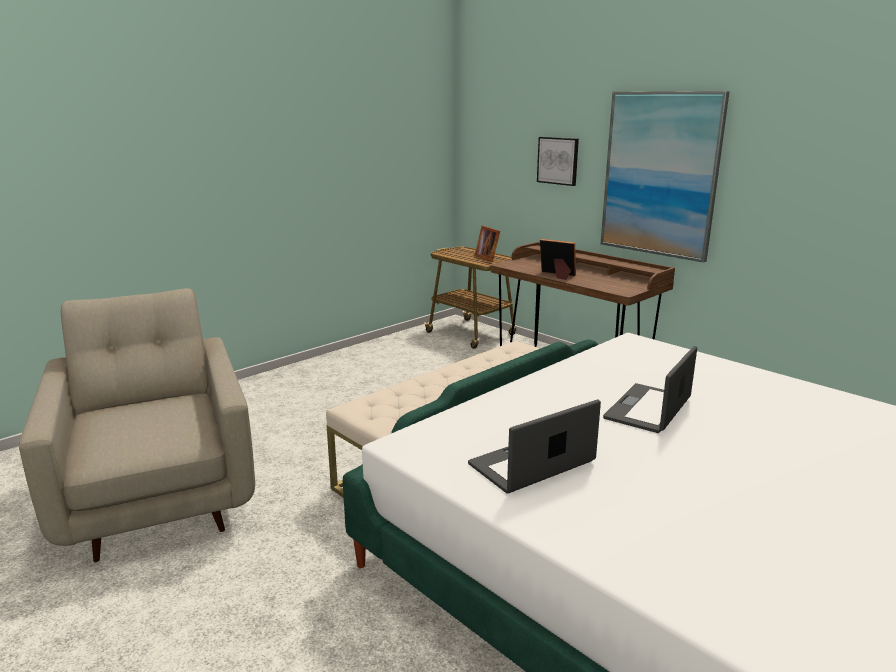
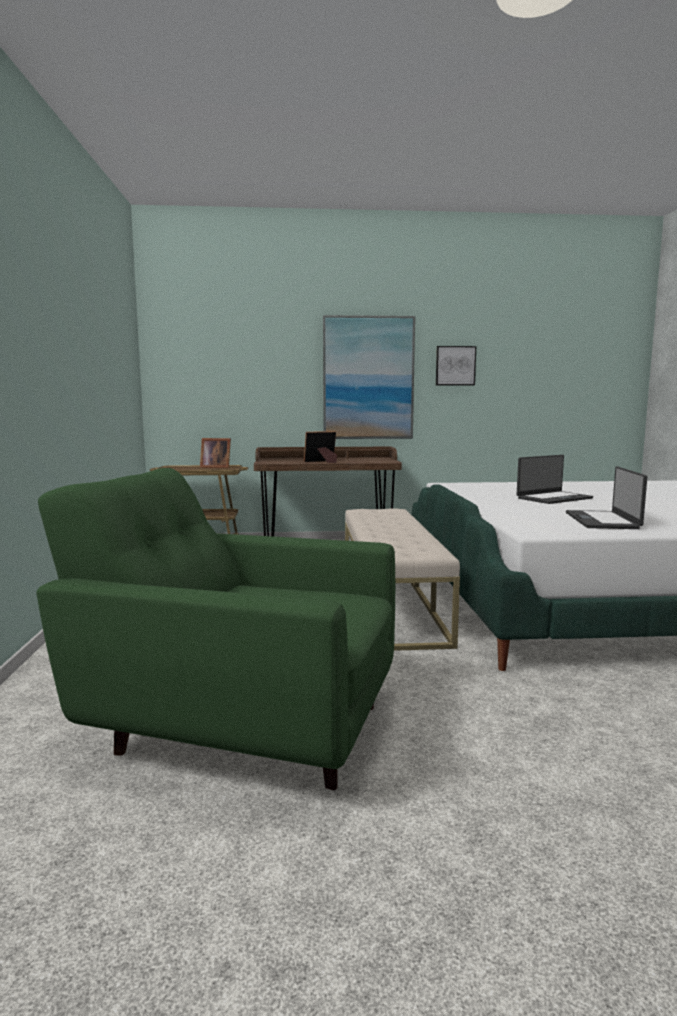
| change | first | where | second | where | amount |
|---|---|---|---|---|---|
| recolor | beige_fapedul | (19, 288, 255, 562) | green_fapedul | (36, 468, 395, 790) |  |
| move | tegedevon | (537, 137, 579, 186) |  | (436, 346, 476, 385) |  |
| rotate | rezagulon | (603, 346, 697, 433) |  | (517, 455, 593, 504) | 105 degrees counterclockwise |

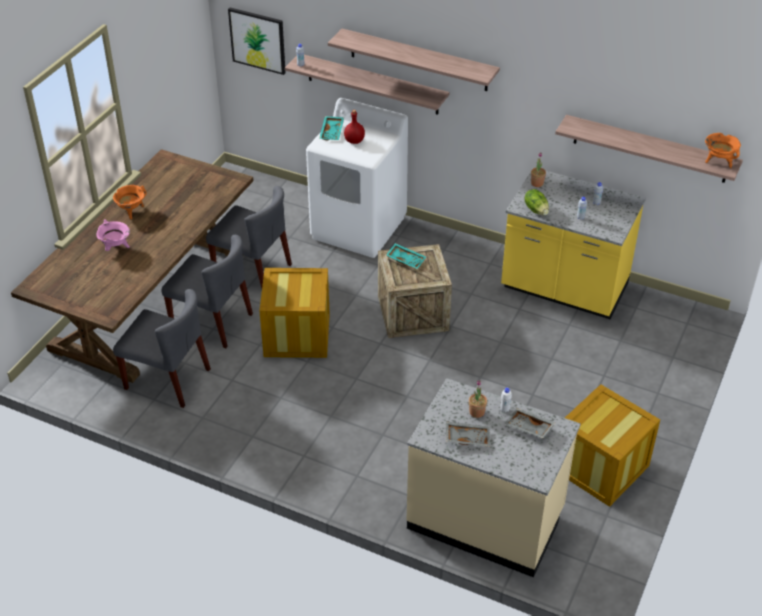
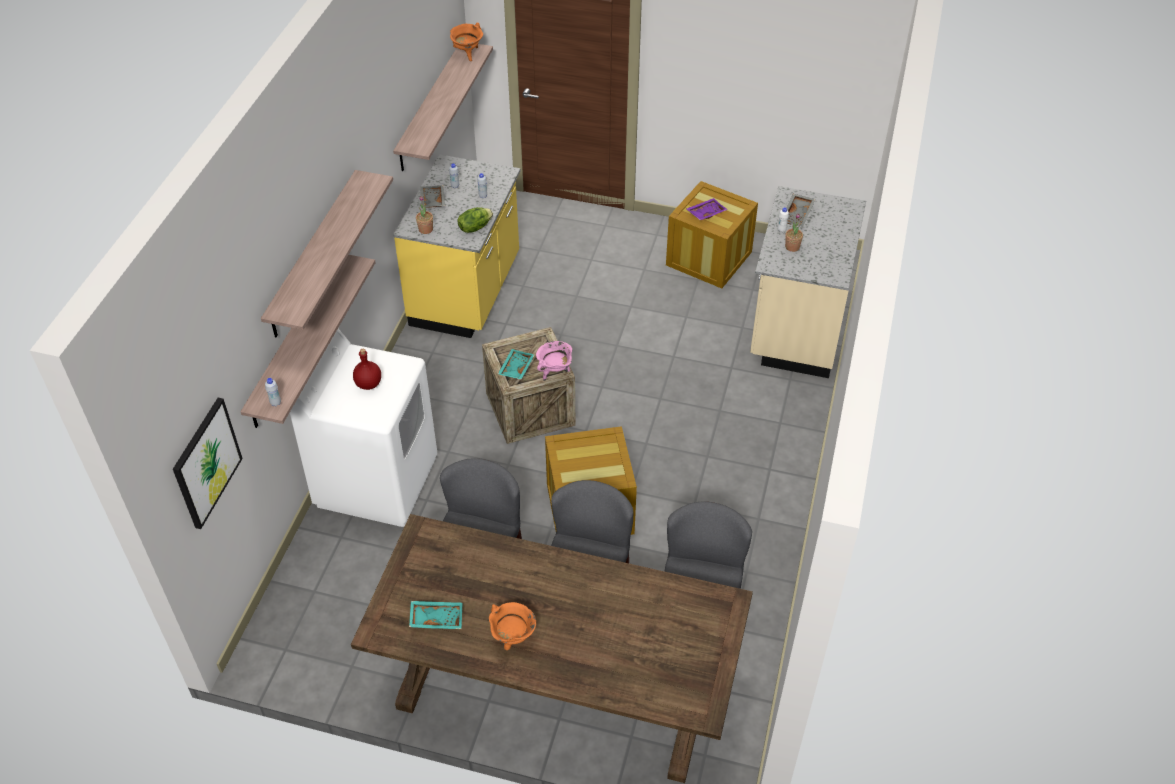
| change | first | where | second | where | amount |
|---|---|---|---|---|---|
| move | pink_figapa | (96, 219, 130, 251) |  | (536, 341, 572, 381) |  |
| move | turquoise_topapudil | (319, 116, 344, 140) |  | (409, 601, 463, 629) |  |
| move | grey_topapudil | (446, 422, 490, 447) |  | (420, 185, 445, 208) |  |
| insert |  |  | purple_topapudil | (686, 198, 728, 220) |  |

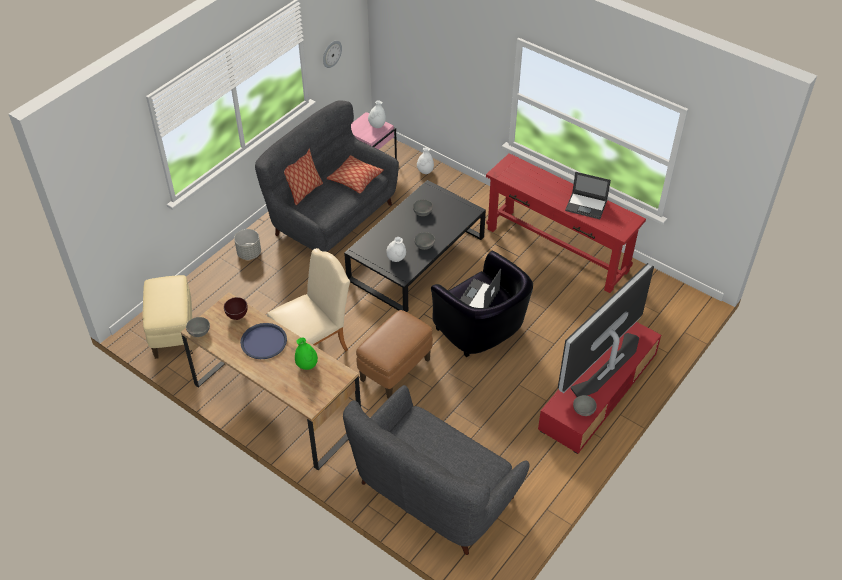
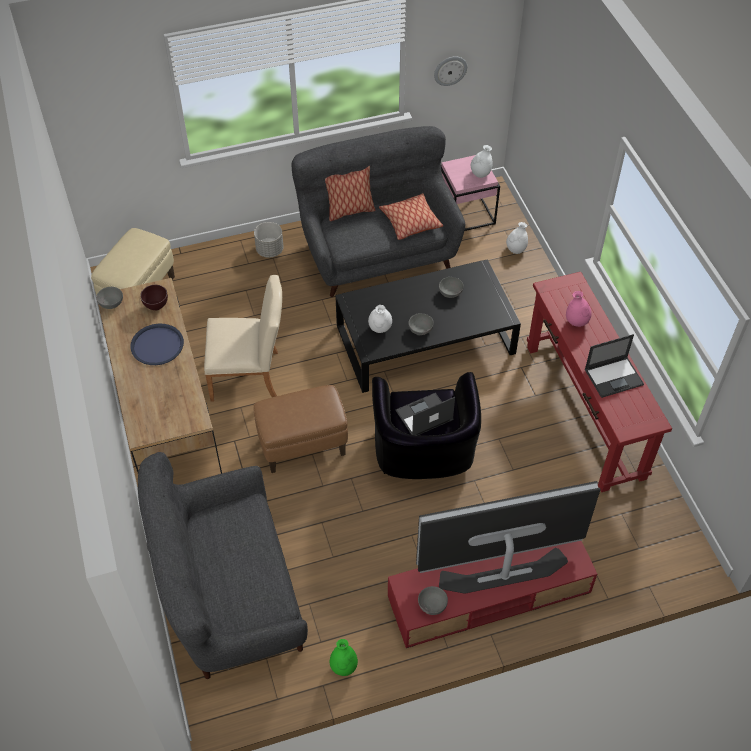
| change | first | where | second | where | amount |
|---|---|---|---|---|---|
| move | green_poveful | (295, 338, 318, 370) |  | (330, 639, 358, 676) |  |
| rotate | rezagulon | (565, 172, 611, 219) |  | (585, 334, 644, 398) | 75 degrees counterclockwise |
| insert |  |  | pink_poveful | (566, 291, 591, 327) |  |

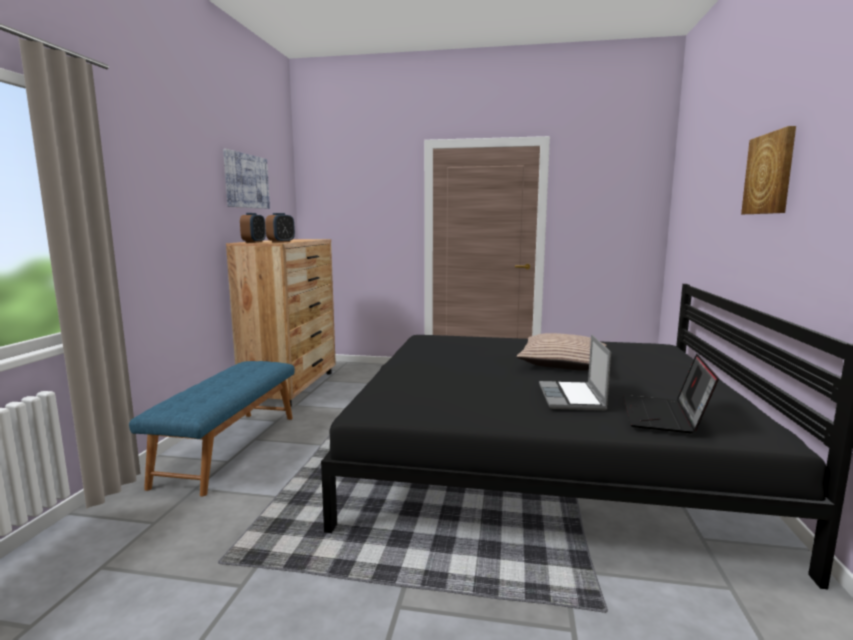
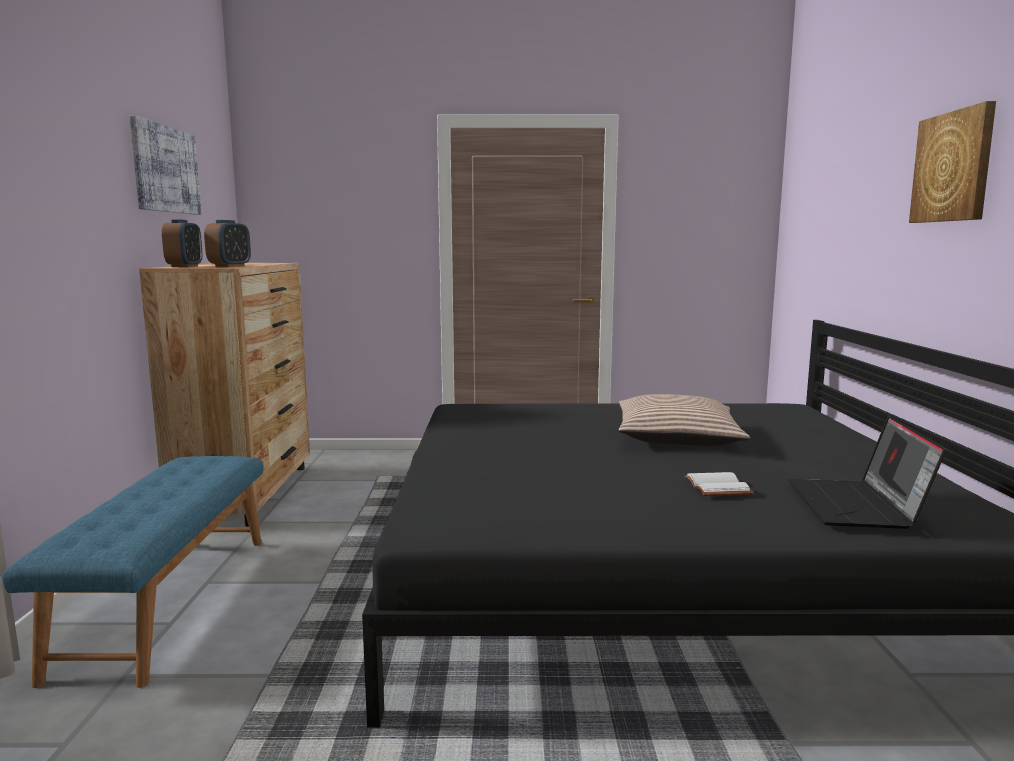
| change | first | where | second | where | amount |
|---|---|---|---|---|---|
| replace | rezagulon | (539, 335, 611, 410) | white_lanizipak | (684, 472, 753, 496) |  |

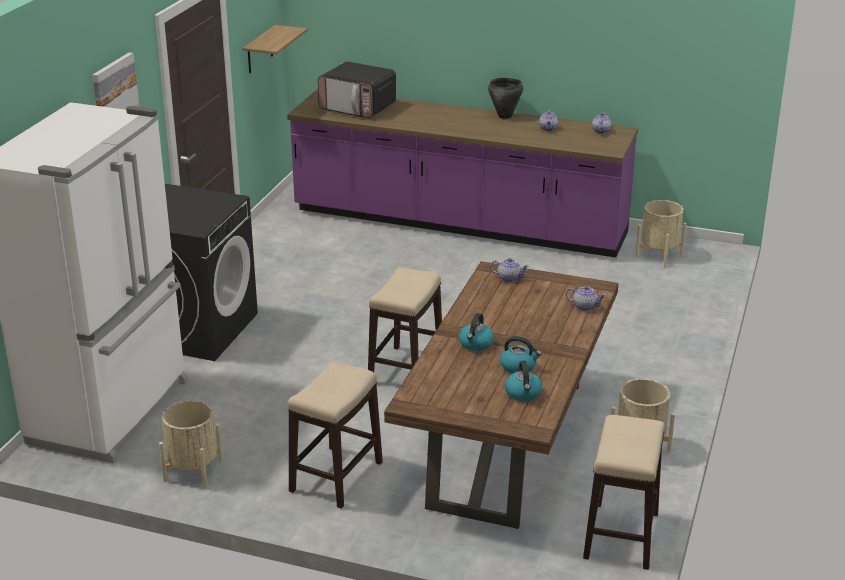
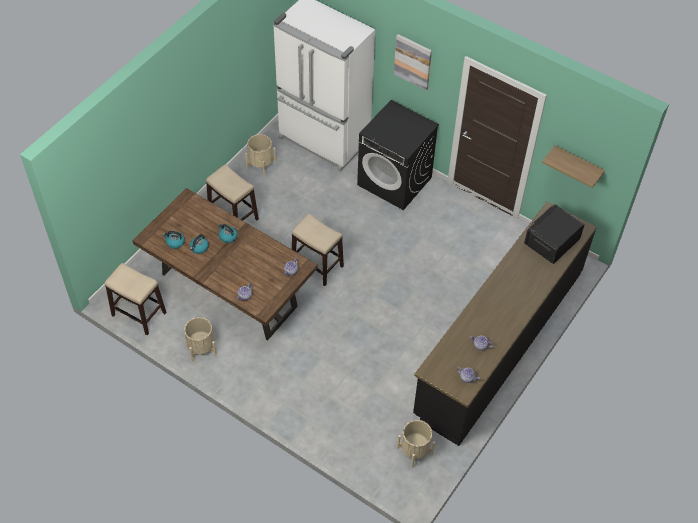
| change | first | where | second | where | amount |
|---|---|---|---|---|---|
| recolor | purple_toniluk | (287, 89, 638, 258) | black_toniluk | (413, 201, 597, 446) |  |
| delete | black_figapa | (488, 78, 523, 119) |  |  |  |

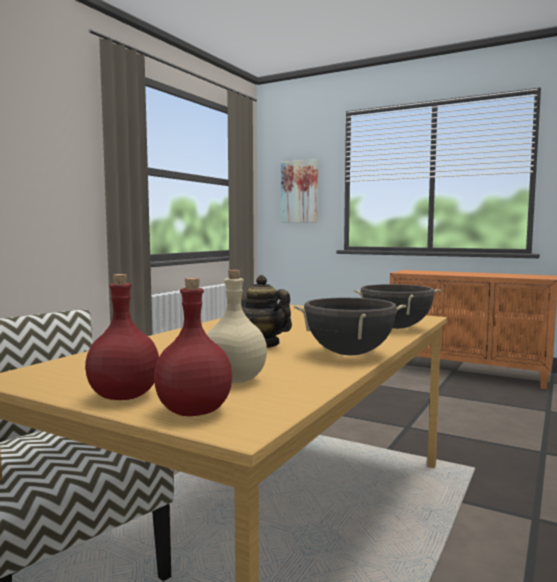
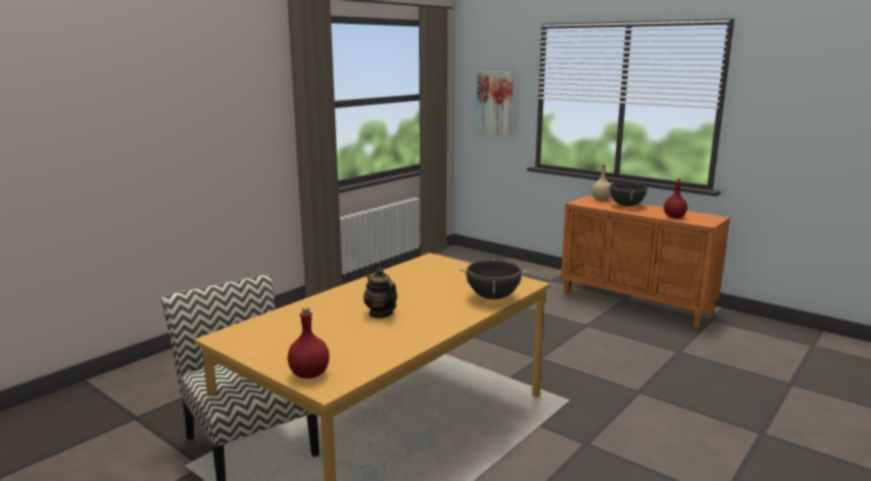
| change | first | where | second | where | amount |
|---|---|---|---|---|---|
| move | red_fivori | (85, 274, 159, 400) |  | (664, 179, 687, 218) |  |
| move | beige_fivori | (207, 270, 267, 384) |  | (592, 165, 611, 200) |  |
| move | black_figapa | (293, 298, 406, 355) |  | (605, 182, 652, 207) |  |

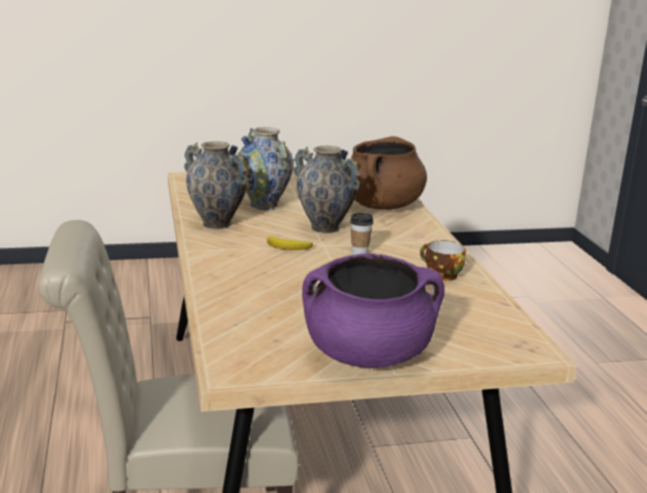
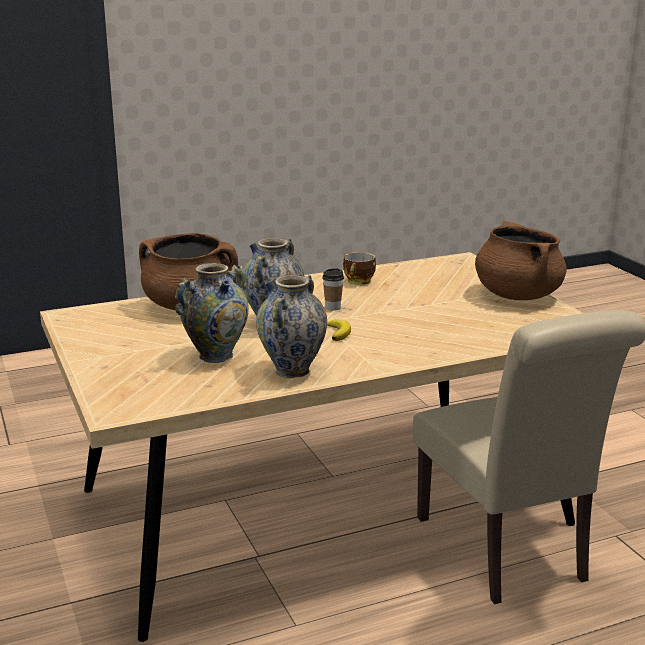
| change | first | where | second | where | amount |
|---|---|---|---|---|---|
| recolor | purple_figapa | (302, 253, 445, 368) | brown_figapa | (475, 221, 567, 300) |  |

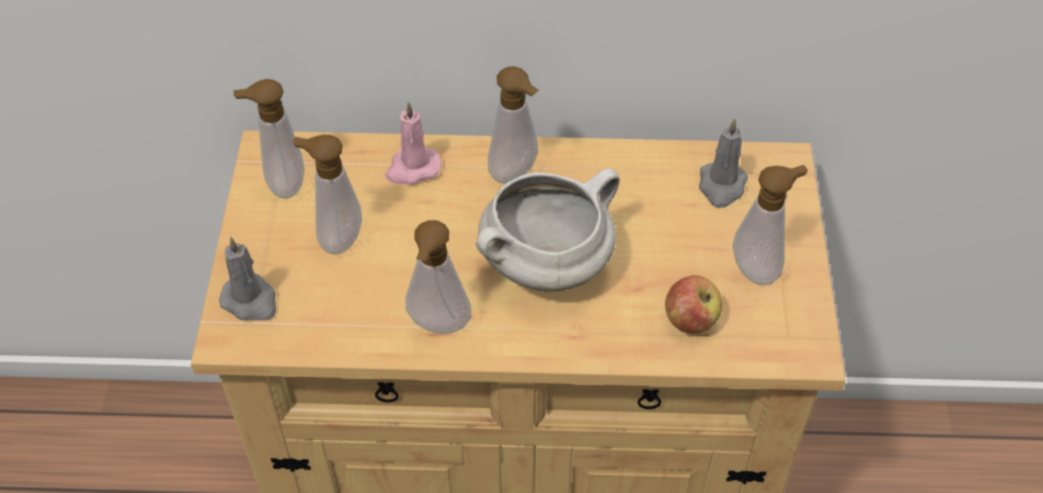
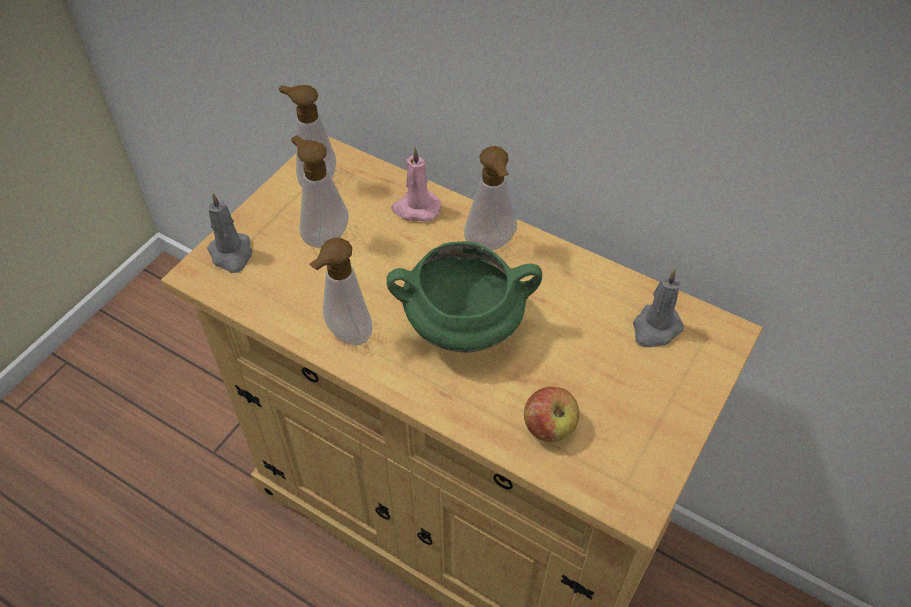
| change | first | where | second | where | amount |
|---|---|---|---|---|---|
| recolor | white_figapa | (476, 168, 620, 291) | green_figapa | (387, 241, 542, 353) |  |
| delete | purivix | (733, 165, 808, 285) |  |  |  |

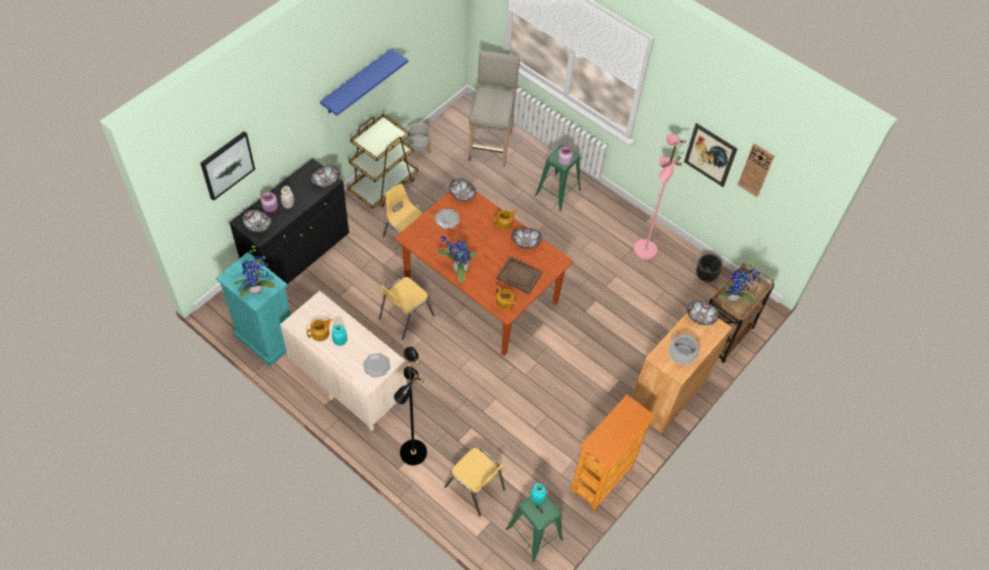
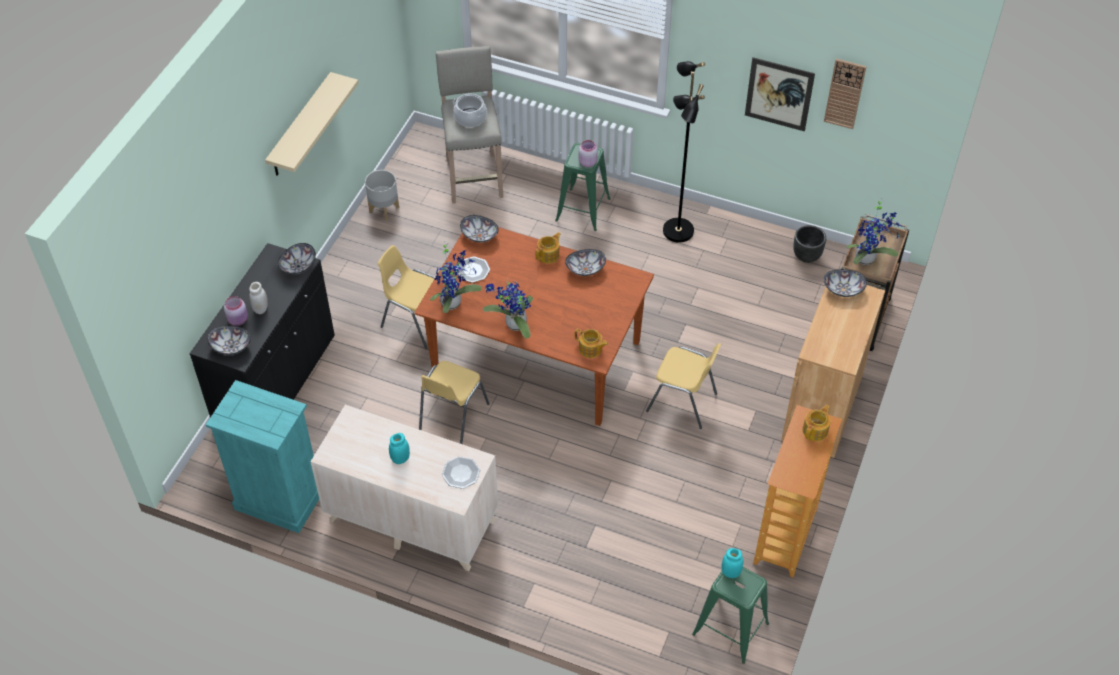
| change | first | where | second | where | amount |
|---|---|---|---|---|---|
| delete | tegedevon | (200, 131, 255, 201) |  |  |  |
| move | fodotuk | (234, 243, 275, 298) |  | (430, 241, 482, 313) |  |
| move | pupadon | (306, 319, 332, 341) |  | (802, 405, 831, 441) |  |
| recolor | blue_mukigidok | (320, 48, 408, 116) | beige_mukigidok | (265, 72, 359, 176) |  |
| delete | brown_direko | (347, 114, 418, 209) |  |  |  |
| move | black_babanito | (394, 346, 427, 465) |  | (663, 61, 705, 243) |  |
| move | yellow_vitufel | (445, 448, 505, 516) |  | (646, 343, 721, 429) |  |
| delete | brown_topapudil | (496, 256, 543, 294) |  |  |  |
| delete | pink_babanito | (634, 134, 686, 260) |  |  |  |
| move | figapa | (669, 334, 699, 365) |  | (453, 94, 487, 127) |  |

